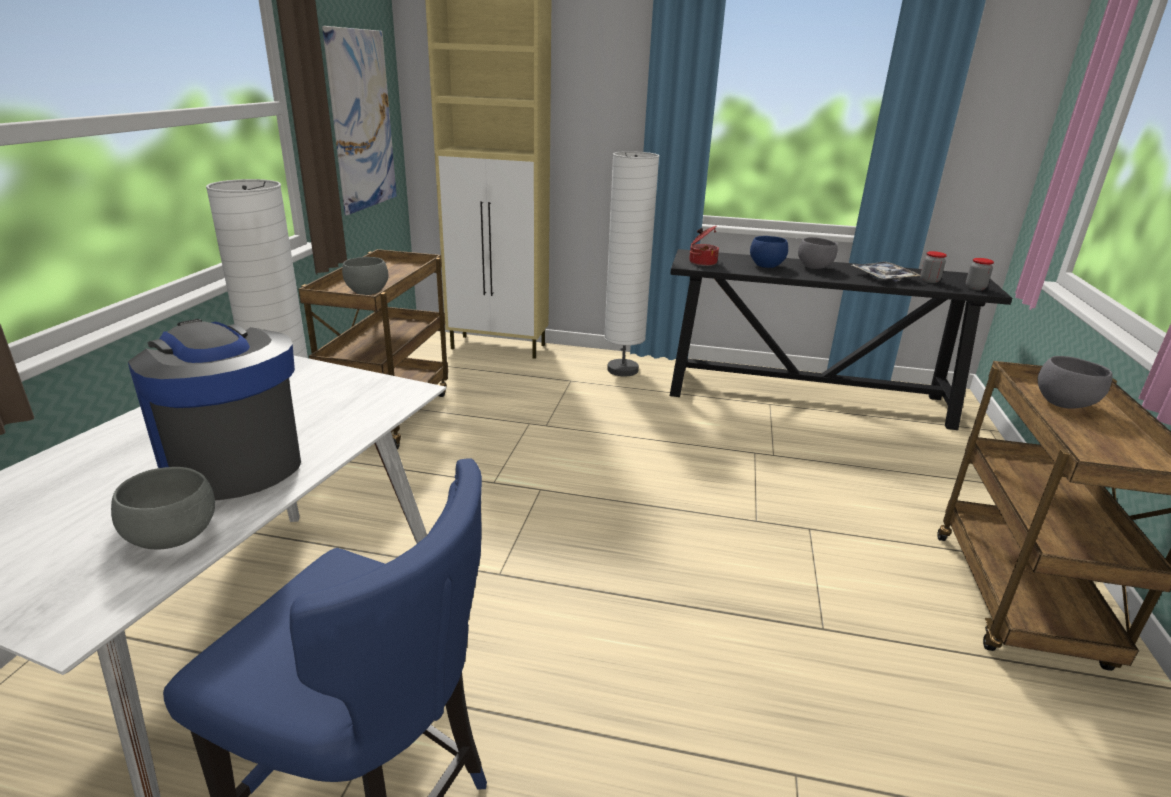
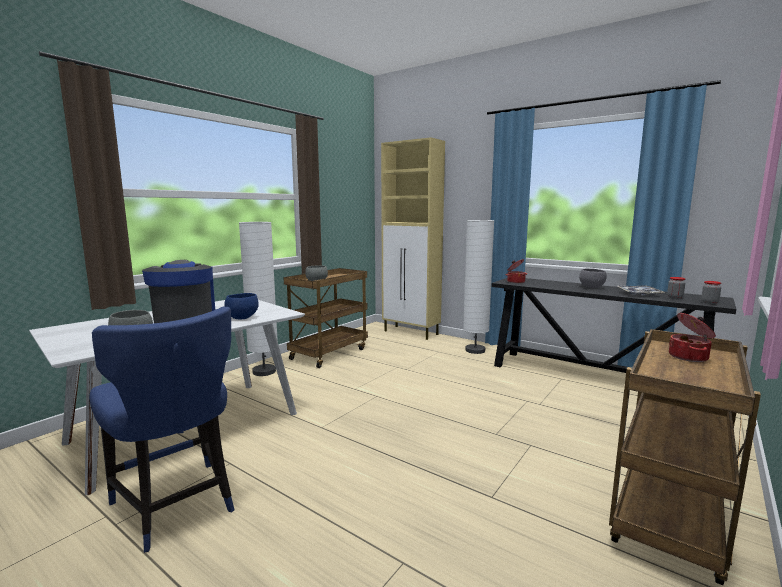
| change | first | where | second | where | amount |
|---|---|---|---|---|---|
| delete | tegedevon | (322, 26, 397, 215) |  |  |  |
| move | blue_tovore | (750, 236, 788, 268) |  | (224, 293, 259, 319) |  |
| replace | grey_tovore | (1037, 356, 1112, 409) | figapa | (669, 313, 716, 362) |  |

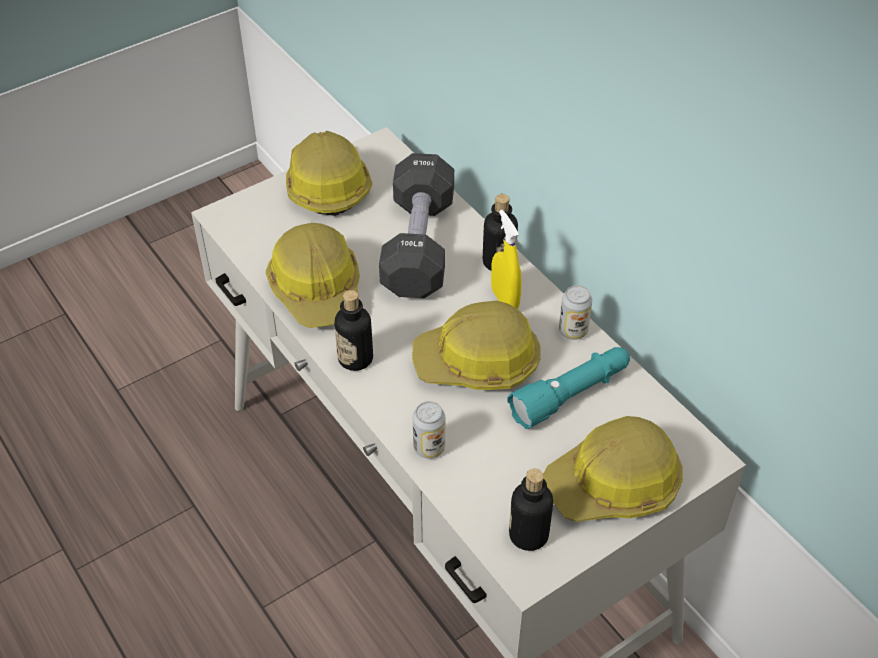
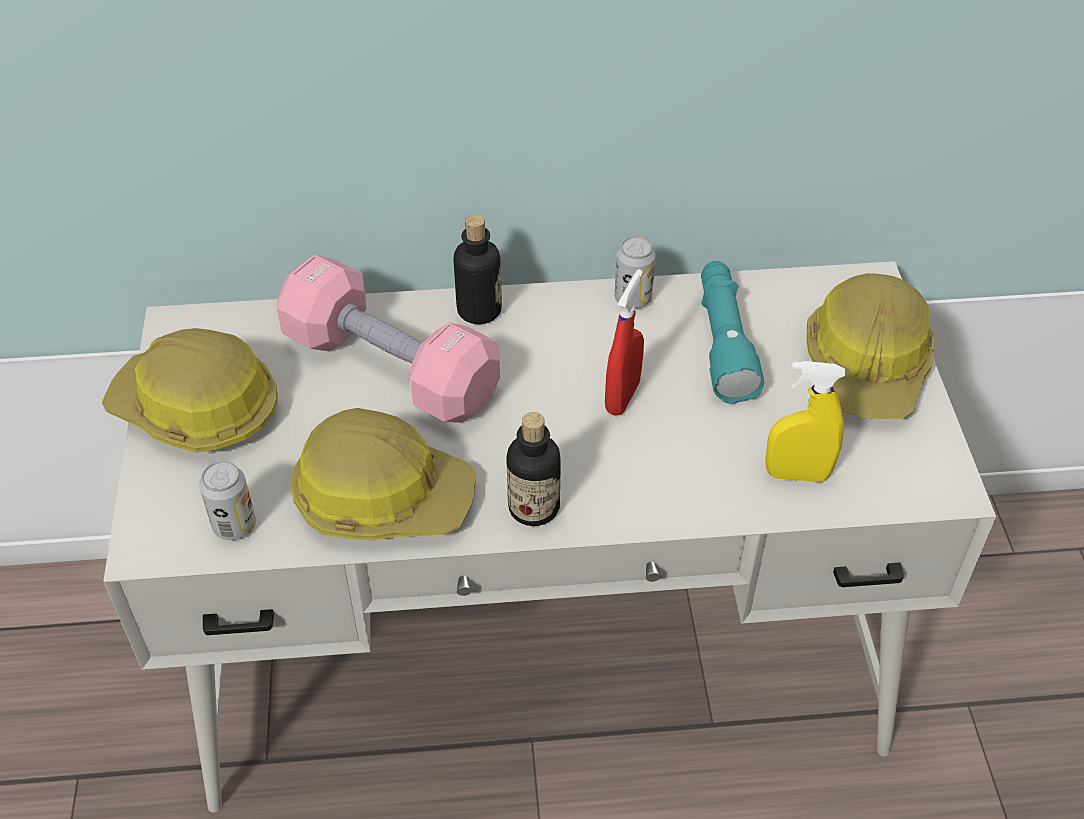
| change | first | where | second | where | amount |
|---|---|---|---|---|---|
| recolor | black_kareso | (379, 153, 454, 298) | pink_kareso | (277, 255, 500, 423) |  |
| replace | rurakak | (412, 301, 541, 390) | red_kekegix | (605, 269, 644, 416) |  |
| move | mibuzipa | (413, 401, 445, 459) |  | (199, 461, 256, 540) |  |
| move | yellow_kekegix | (491, 210, 522, 309) |  | (766, 361, 845, 482) |  |
| delete | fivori | (509, 469, 553, 551) |  |  |  |

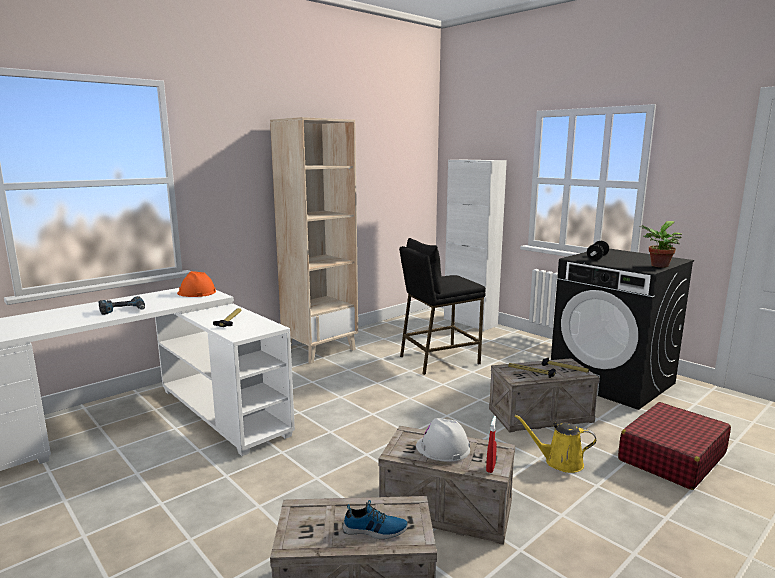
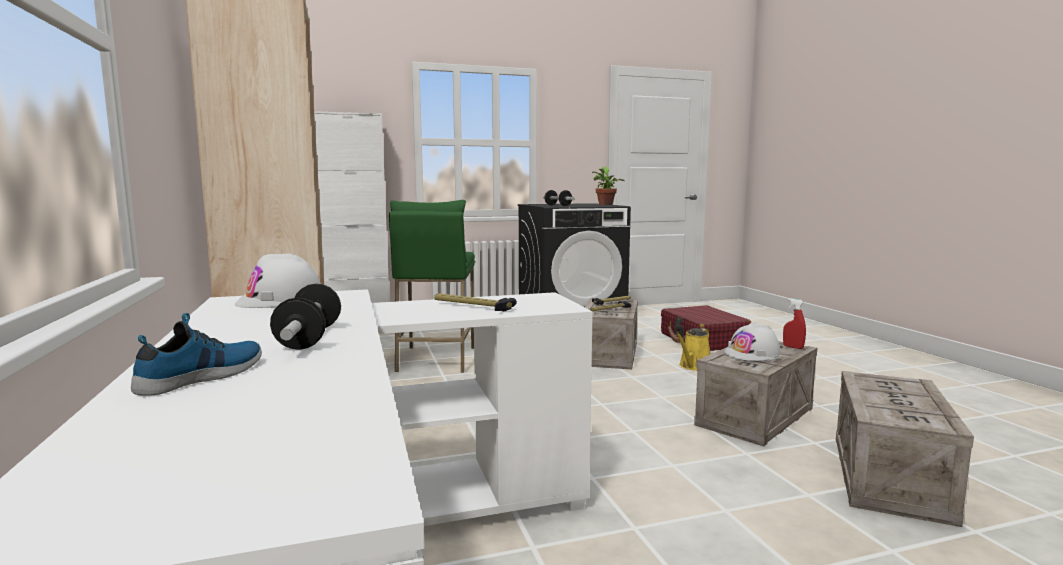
| change | first | where | second | where | amount |
|---|---|---|---|---|---|
| replace | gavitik | (98, 296, 145, 315) | kareso | (270, 284, 341, 350) |  |
| recolor | orange_rurakak | (177, 271, 216, 297) | white_rurakak | (235, 253, 321, 308) |  |
| move | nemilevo | (343, 500, 408, 539) |  | (131, 313, 262, 396) |  |
| recolor | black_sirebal | (399, 238, 486, 375) | green_sirebal | (389, 200, 475, 372) |  |

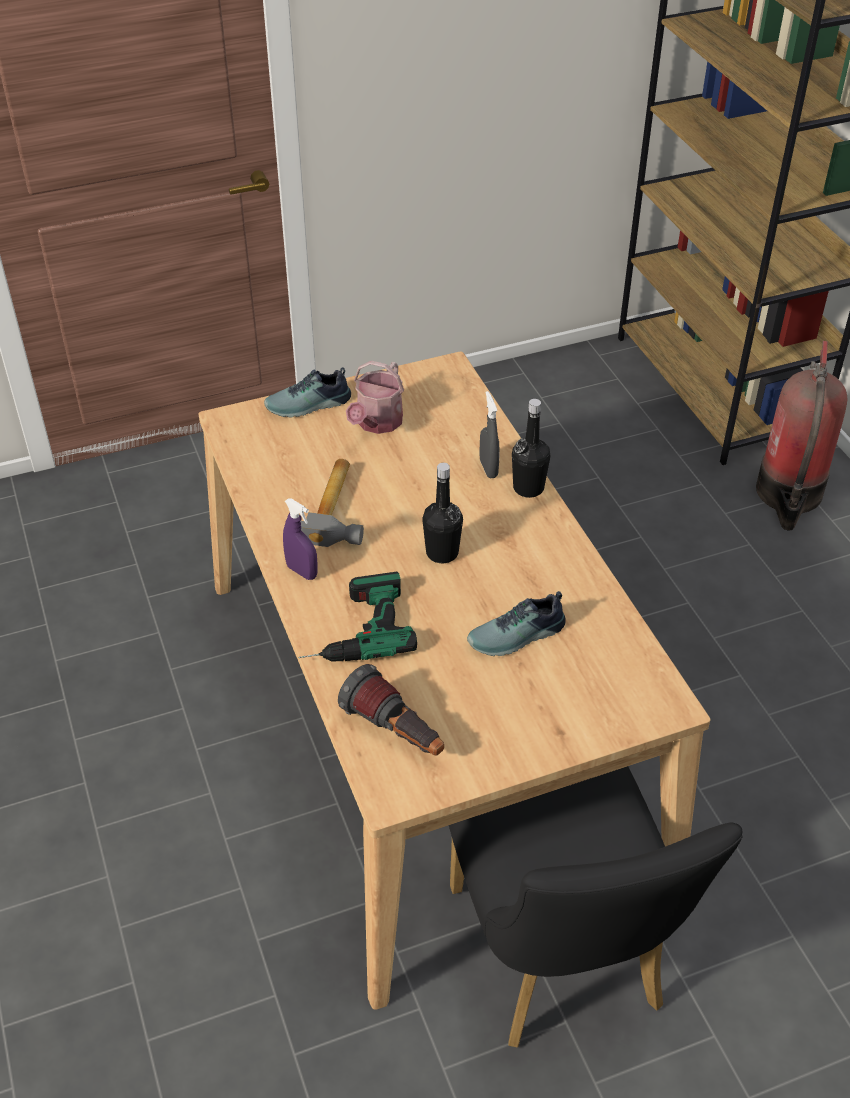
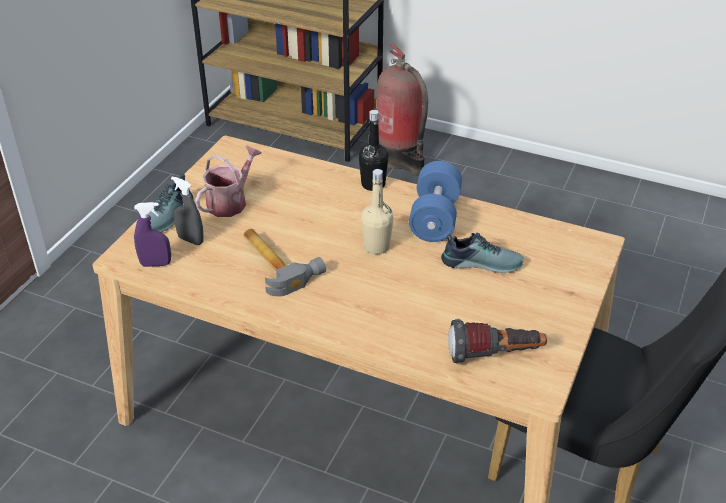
| change | first | where | second | where | amount |
|---|---|---|---|---|---|
| move | purple_kekegix | (283, 498, 318, 580) |  | (134, 202, 171, 267) |  |
| delete | gavitik | (298, 572, 417, 662) |  |  |  |
| rotate | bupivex | (346, 361, 404, 434) |  | (195, 146, 262, 217) | 120 degrees counterclockwise |
| recolor | black_fivori | (422, 463, 463, 563) | beige_fivori | (361, 169, 393, 254) |  |
| rotate | nemilevo | (467, 591, 566, 656) |  | (441, 233, 523, 273) | 105 degrees counterclockwise |
| move | grey_kekegix | (479, 391, 500, 478) |  | (171, 176, 204, 245) |  |
| insert |  |  | blue_kareso | (409, 161, 462, 242) |  |

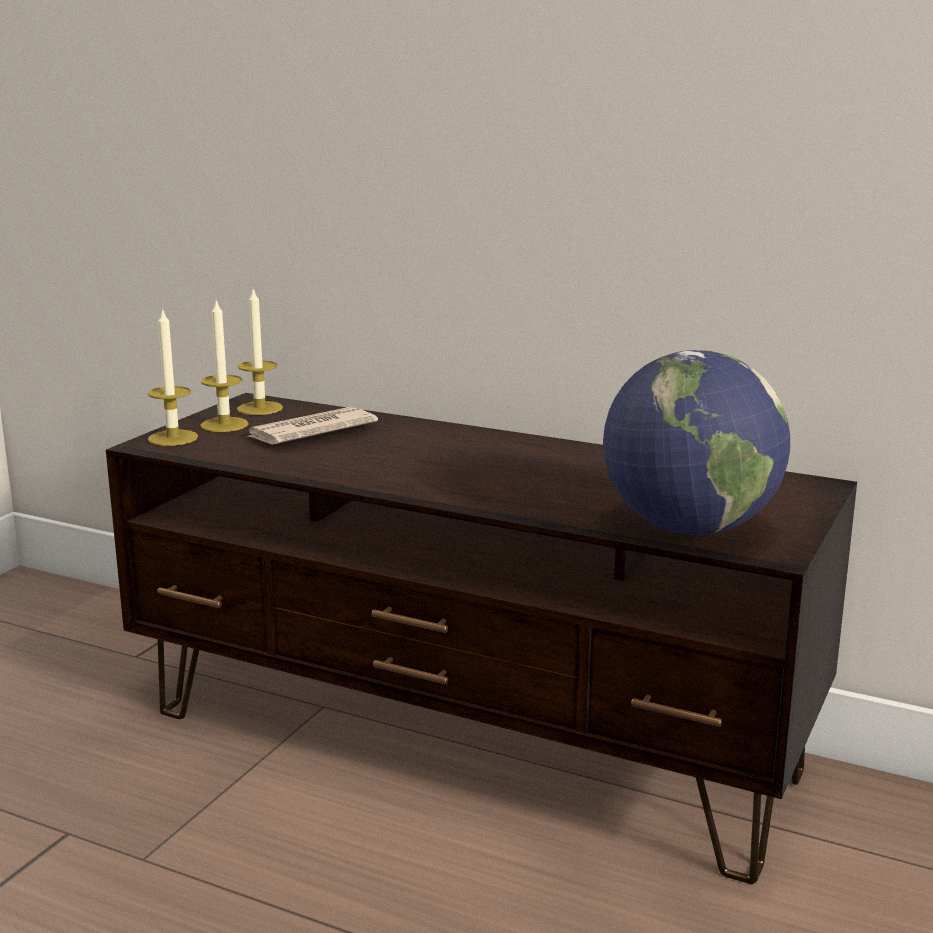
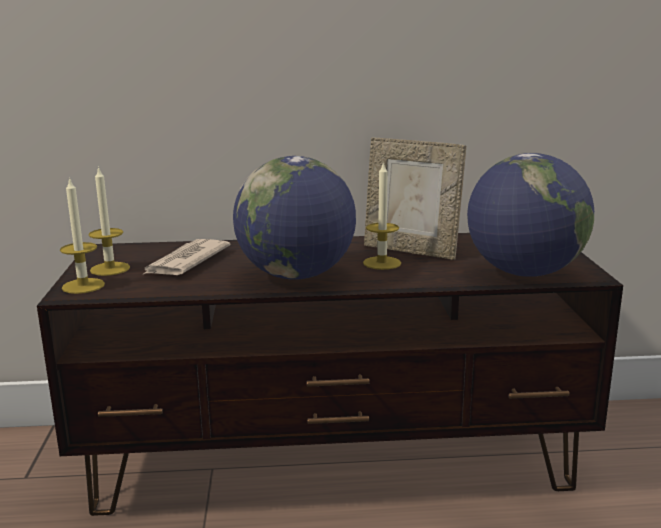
| change | first | where | second | where | amount |
|---|---|---|---|---|---|
| move | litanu | (237, 288, 283, 415) |  | (363, 161, 401, 270) |  |
| insert |  |  | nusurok | (233, 156, 356, 280) |  |
| insert |  |  | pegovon | (364, 137, 466, 260) |  |

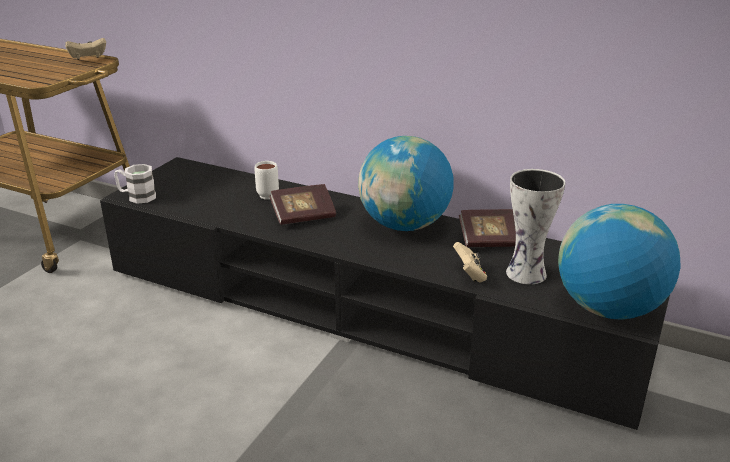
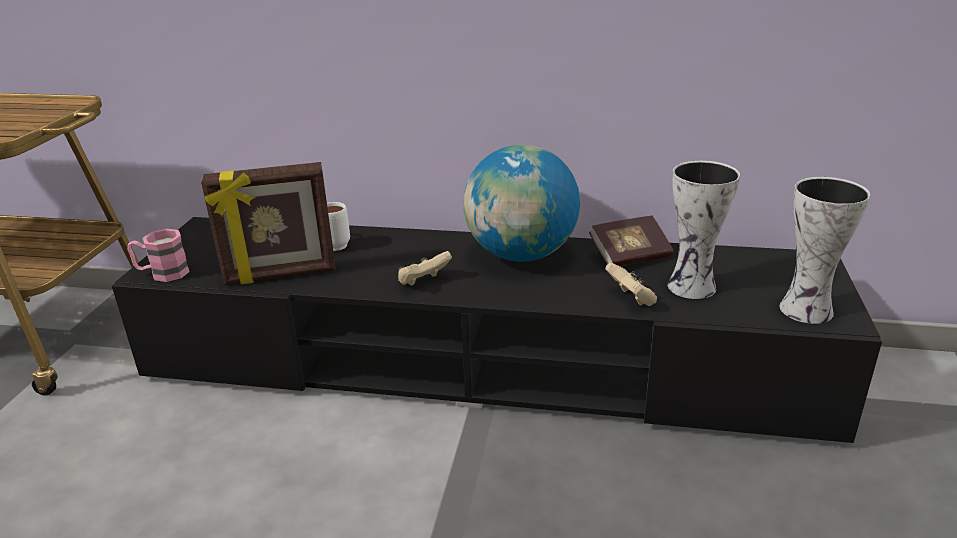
| change | first | where | second | where | amount |
|---|---|---|---|---|---|
| move | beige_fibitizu | (65, 38, 106, 60) |  | (398, 251, 452, 286) |  |
| recolor | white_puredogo | (114, 164, 156, 204) | pink_puredogo | (127, 229, 190, 282) |  |
| delete | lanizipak | (269, 184, 336, 225) |  |  |  |
| replace | nusurok | (558, 204, 681, 320) | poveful | (780, 177, 870, 324) |  |
| insert |  |  | pegovon | (201, 162, 336, 285) |  |

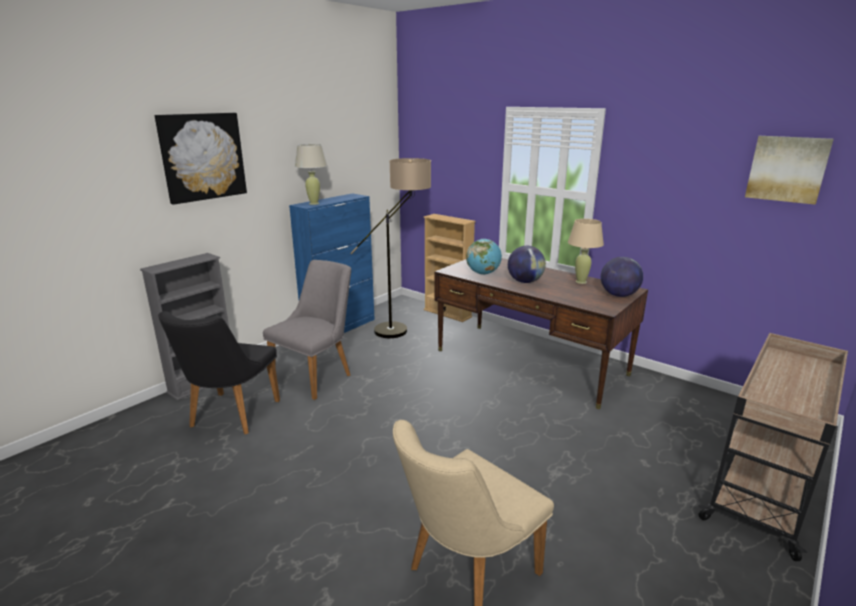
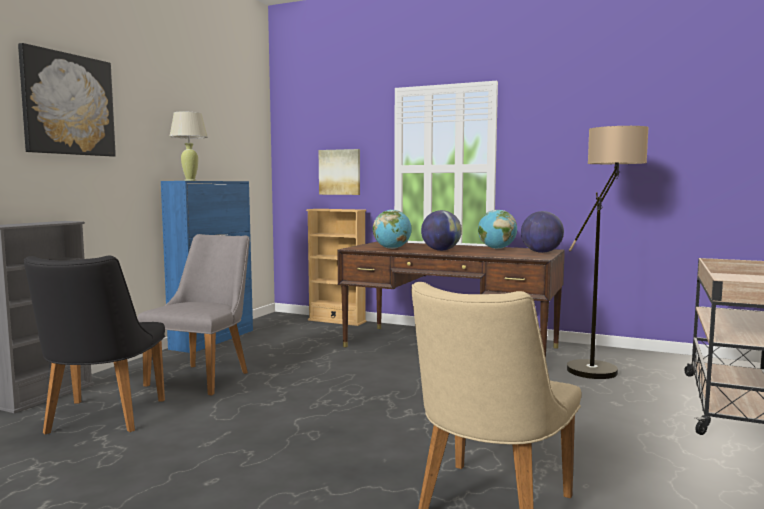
| change | first | where | second | where | amount |
|---|---|---|---|---|---|
| move | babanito | (350, 158, 431, 338) |  | (567, 126, 649, 379) |  |
| replace | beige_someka | (568, 219, 604, 284) | nusurok | (478, 210, 517, 249) |  |
| move | tegedevon | (745, 136, 834, 205) |  | (319, 149, 360, 195) |  |

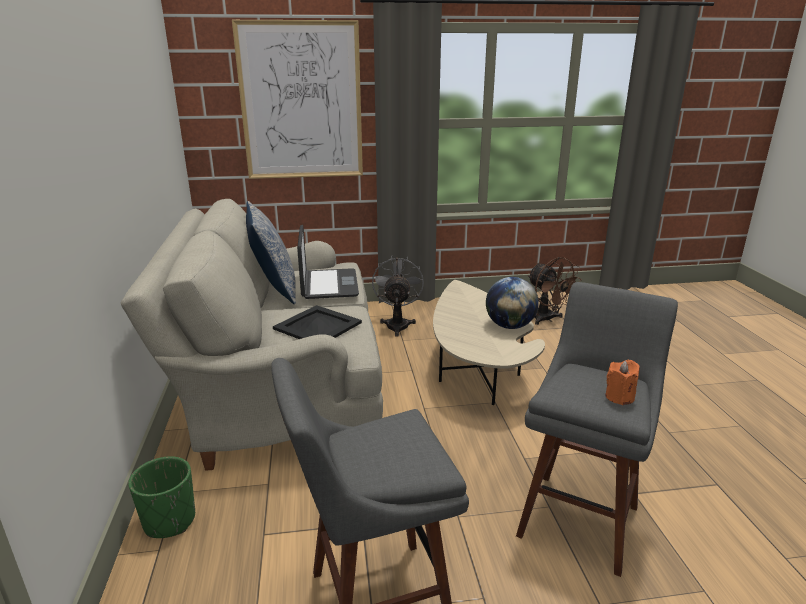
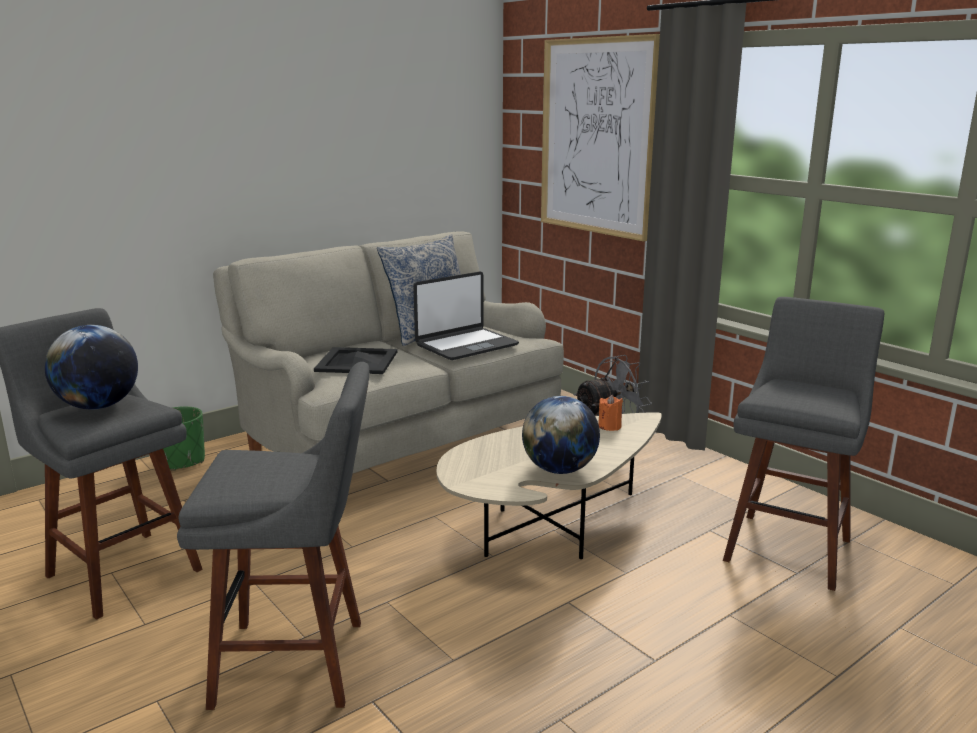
| change | first | where | second | where | amount |
|---|---|---|---|---|---|
| replace | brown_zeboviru | (528, 257, 582, 325) | grey_sirebal | (723, 297, 884, 591) |  |
| move | orange_litanu | (605, 360, 639, 405) |  | (598, 395, 623, 431) |  |
| insert |  |  | nusurok | (44, 325, 138, 410) |  |

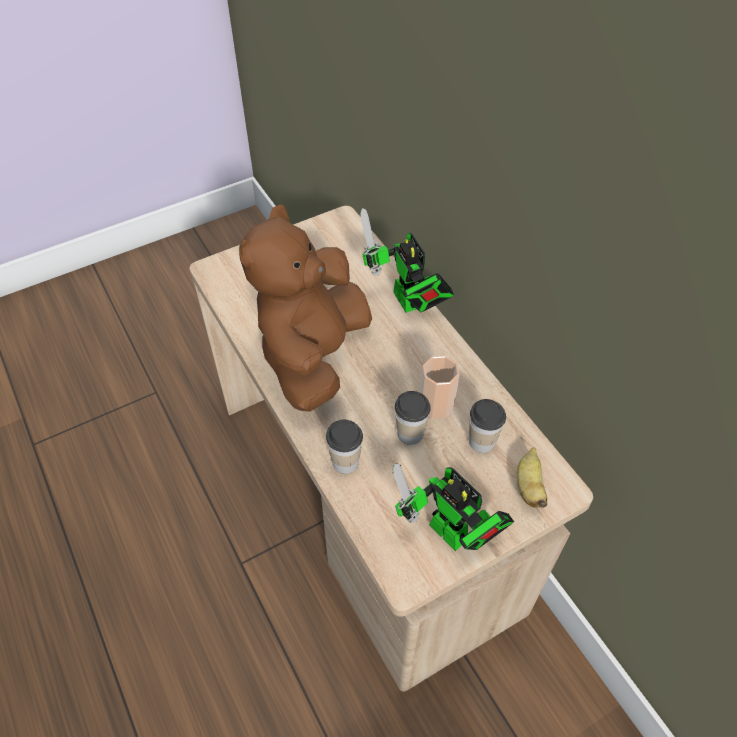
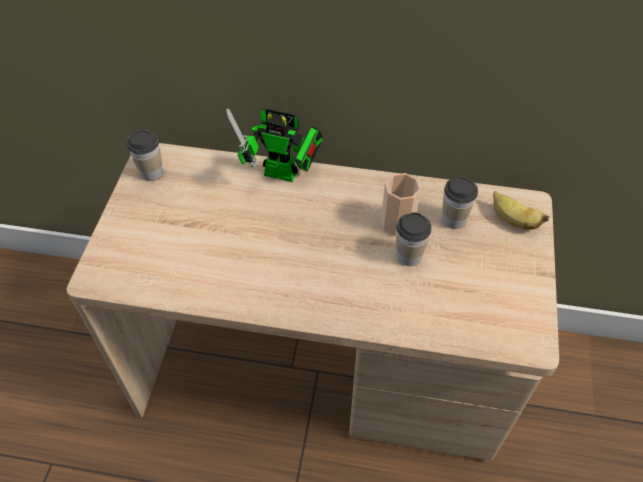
| change | first | where | second | where | amount |
|---|---|---|---|---|---|
| delete | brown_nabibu | (239, 205, 372, 412) |  |  |  |
| move | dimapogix | (326, 419, 363, 474) |  | (127, 130, 163, 181) |  |
| delete | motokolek | (393, 463, 514, 551) |  |  |  |

